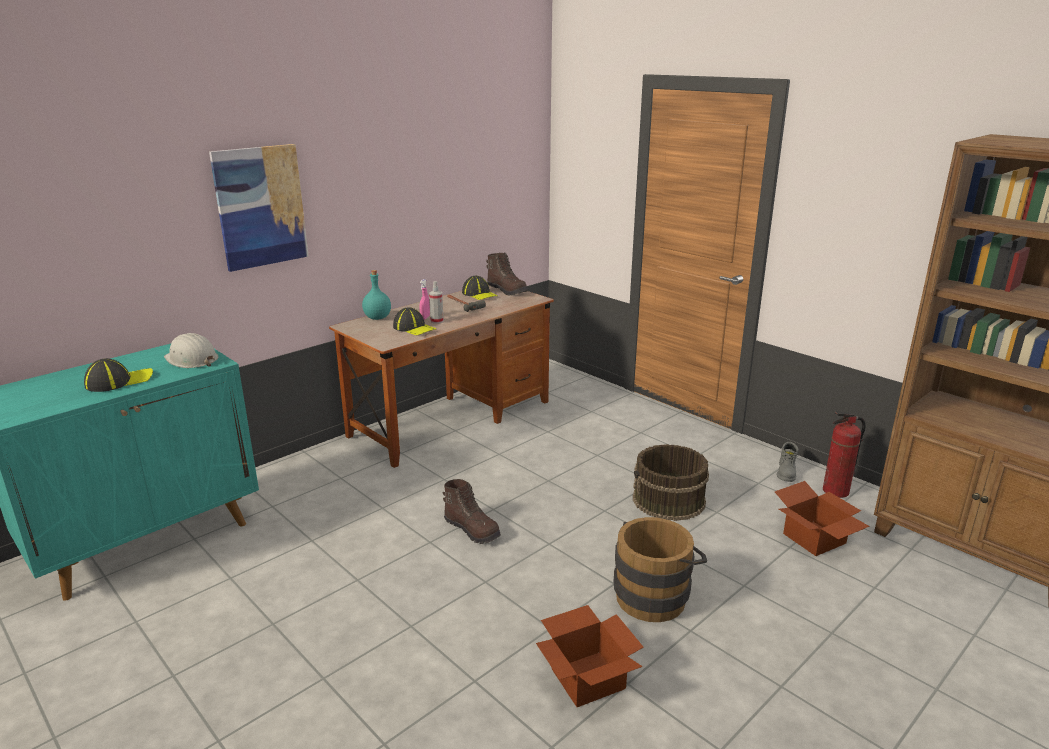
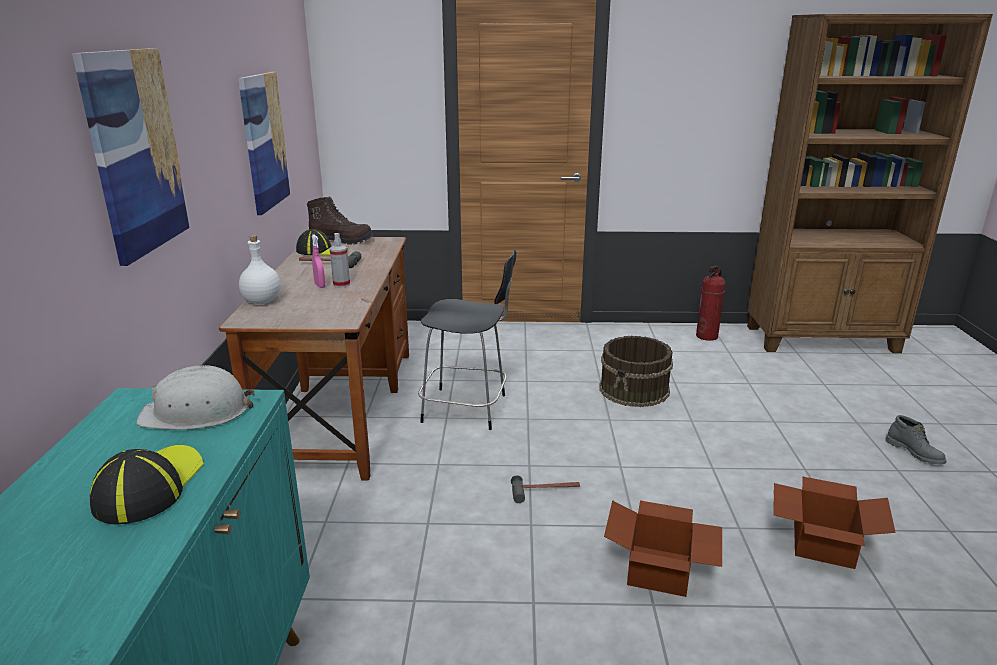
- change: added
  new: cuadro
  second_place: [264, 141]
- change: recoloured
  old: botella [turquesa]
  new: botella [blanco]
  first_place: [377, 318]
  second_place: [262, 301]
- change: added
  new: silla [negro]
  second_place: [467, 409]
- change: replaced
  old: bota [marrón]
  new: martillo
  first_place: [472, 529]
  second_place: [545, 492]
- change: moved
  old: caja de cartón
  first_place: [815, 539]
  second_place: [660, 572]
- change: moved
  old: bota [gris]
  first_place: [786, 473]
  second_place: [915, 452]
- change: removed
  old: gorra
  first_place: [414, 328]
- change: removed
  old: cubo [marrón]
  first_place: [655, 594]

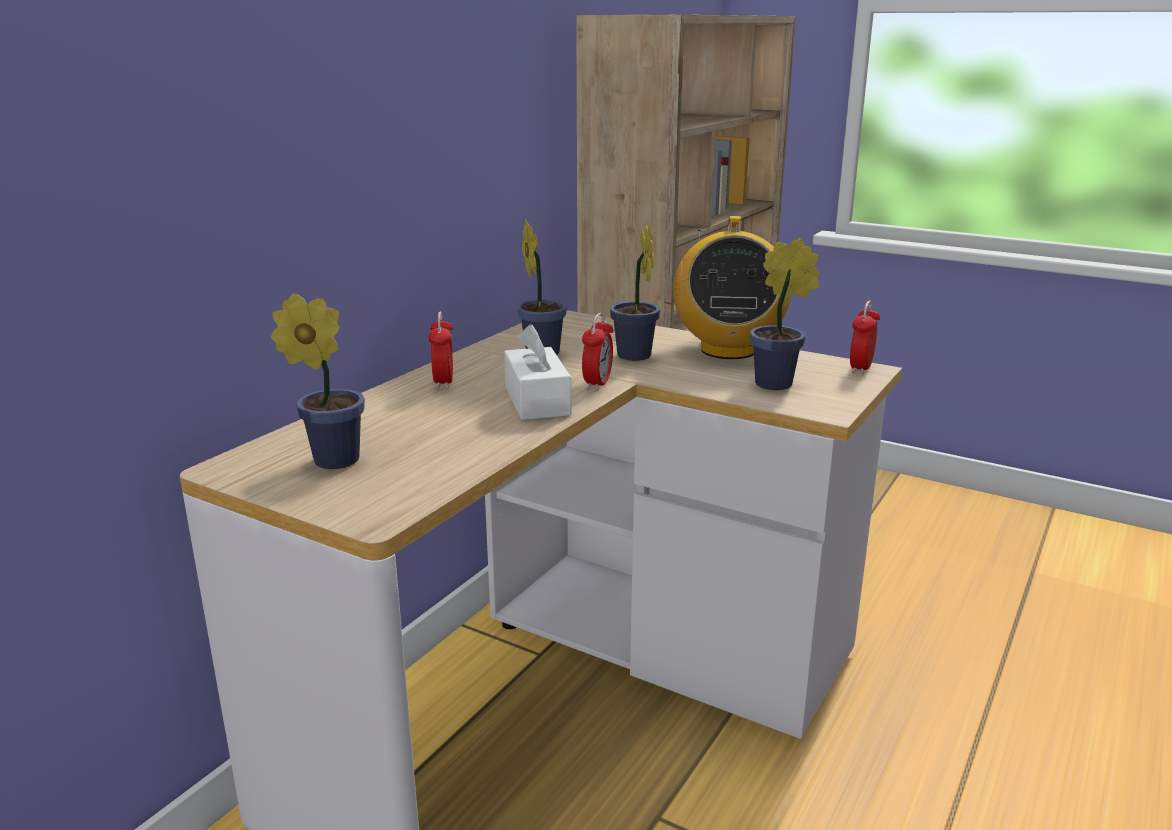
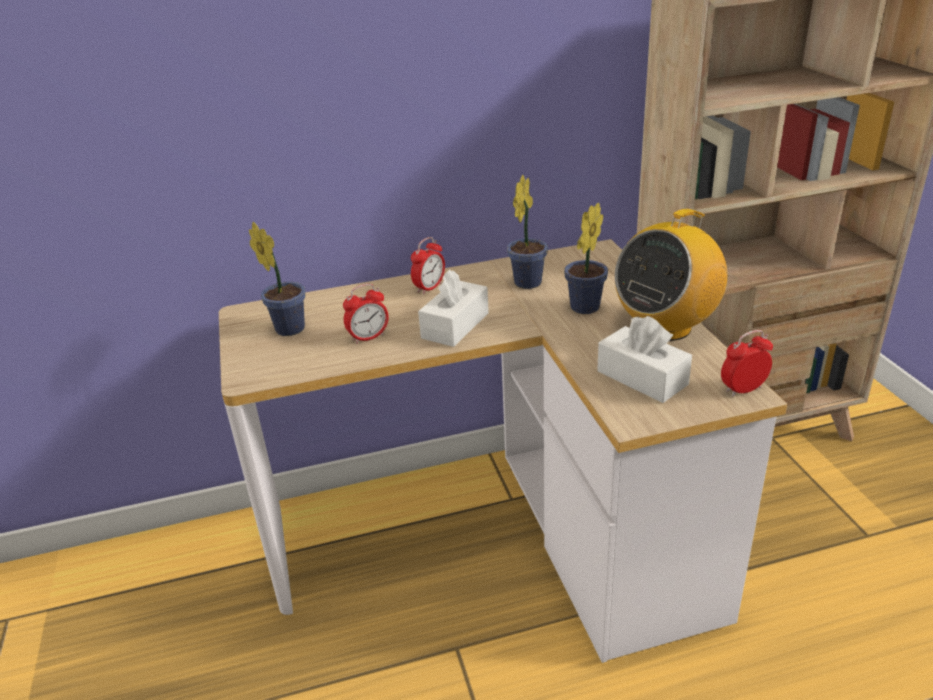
- change: moved
  old: despertador
  first_place: [597, 384]
  second_place: [368, 337]
- change: replaced
  old: planta en maceta
  new: caja de pañuelos [blanco]
  first_place: [779, 384]
  second_place: [642, 378]

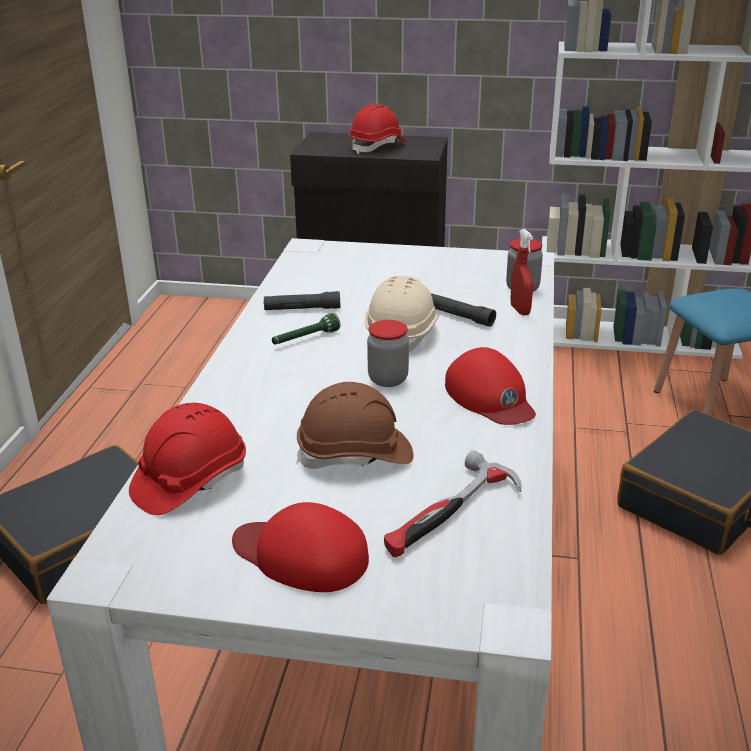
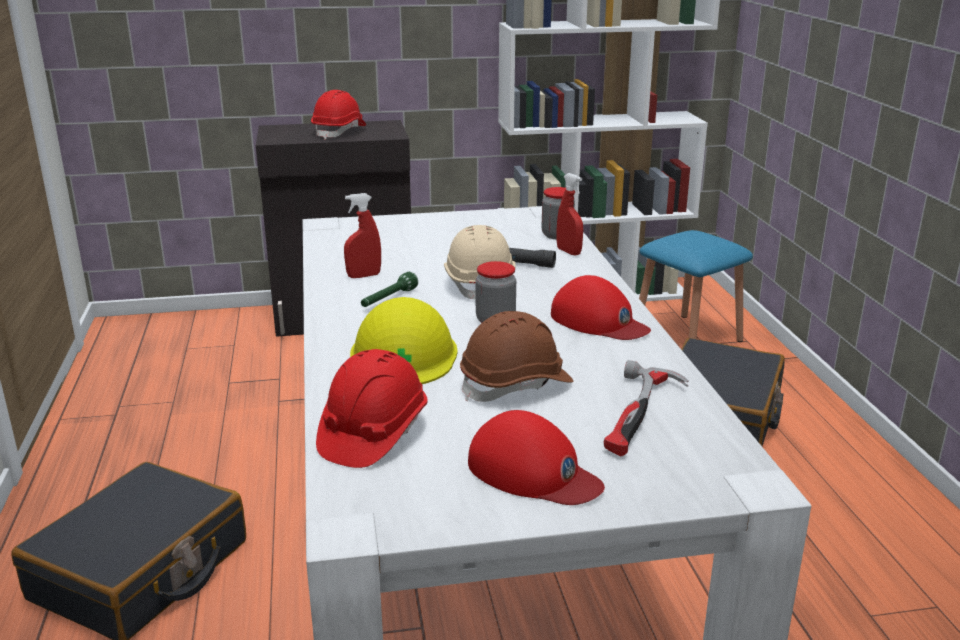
- change: replaced
  old: linterna [negro]
  new: pulverizador [rojo]
  first_place: [302, 309]
  second_place: [364, 276]
- change: added
  new: casco [amarillo]
  second_place: [404, 354]
- change: turned
  old: gorra [rojo]
  first_place: [301, 555]
  second_place: [533, 472]
  degrees: -150

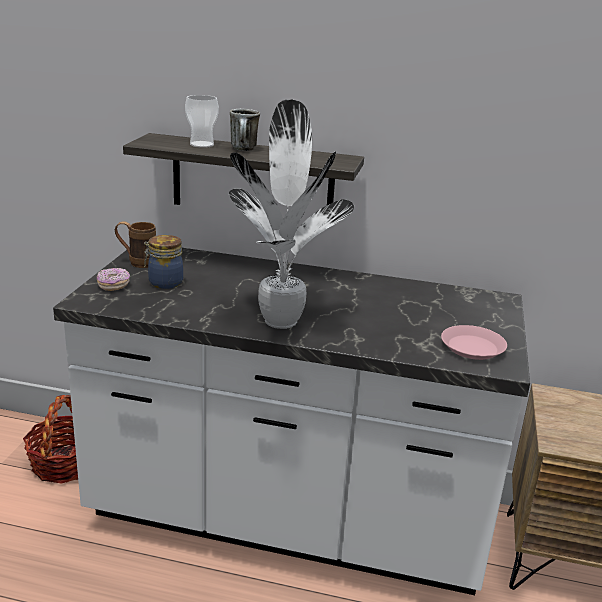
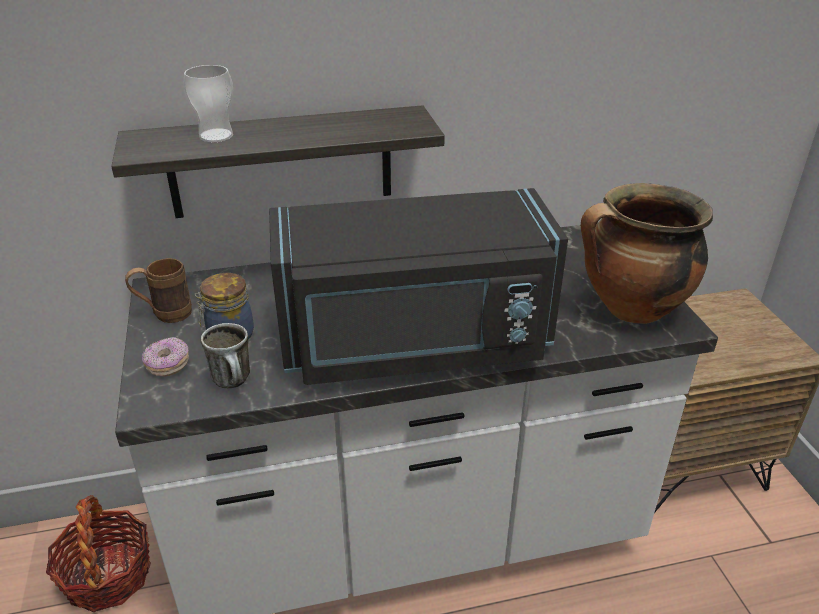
- change: moved
  old: taza grande
  first_place: [244, 150]
  second_place: [235, 383]
- change: replaced
  old: planta en maceta
  new: microondas [negro]
  first_place: [281, 319]
  second_place: [415, 344]
- change: replaced
  old: plato [rosa]
  new: olla
  first_place: [472, 348]
  second_place: [631, 310]

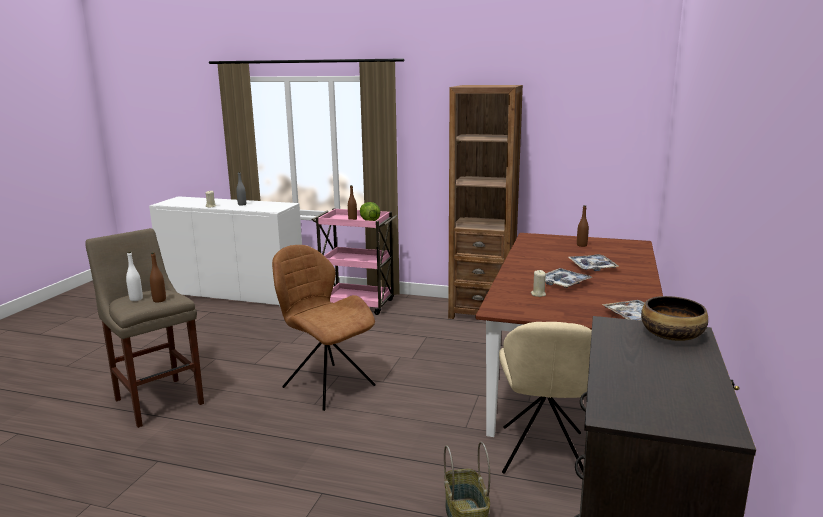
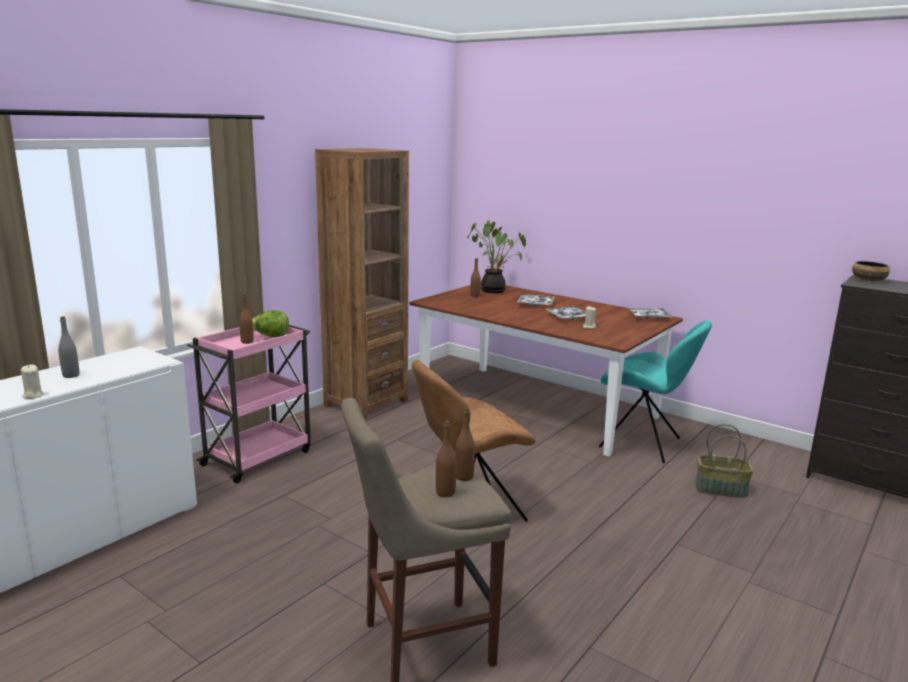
- change: recoloured
  old: botella [blanco]
  new: botella [marrón]
  first_place: [136, 299]
  second_place: [445, 493]
- change: added
  new: planta en maceta
  second_place: [494, 290]
- change: recoloured
  old: silla [beis]
  new: silla [turquesa]
  first_place: [543, 455]
  second_place: [643, 444]

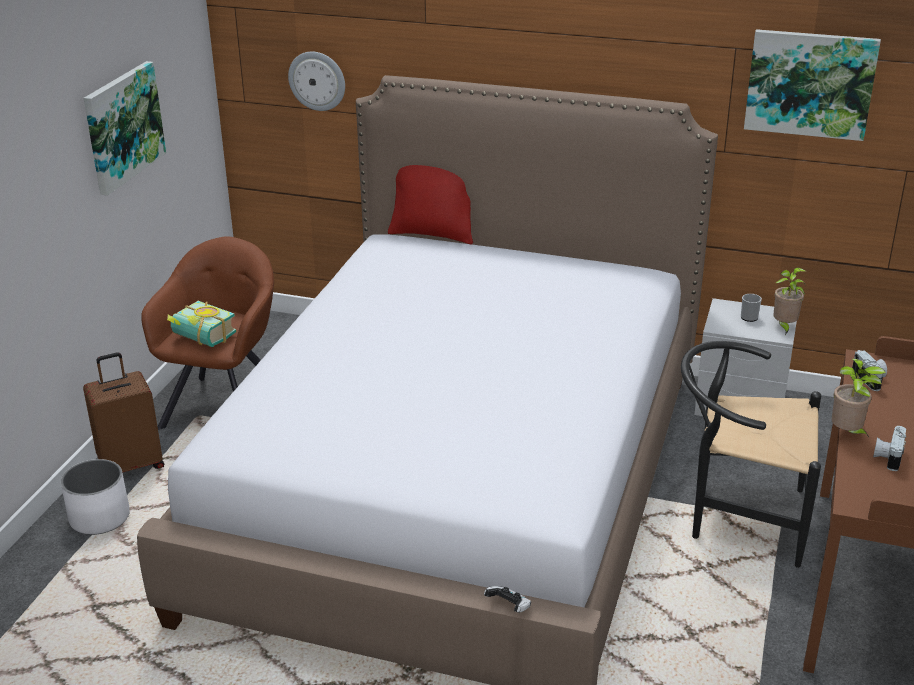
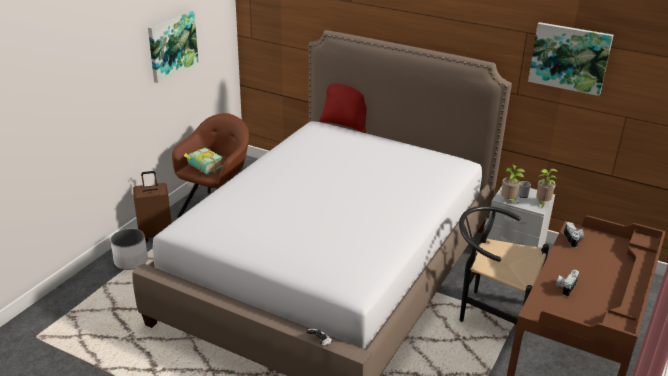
- change: moved
  old: planta en maceta
  first_place: [848, 434]
  second_place: [509, 201]
- change: removed
  old: reloj de pared
  first_place: [317, 80]

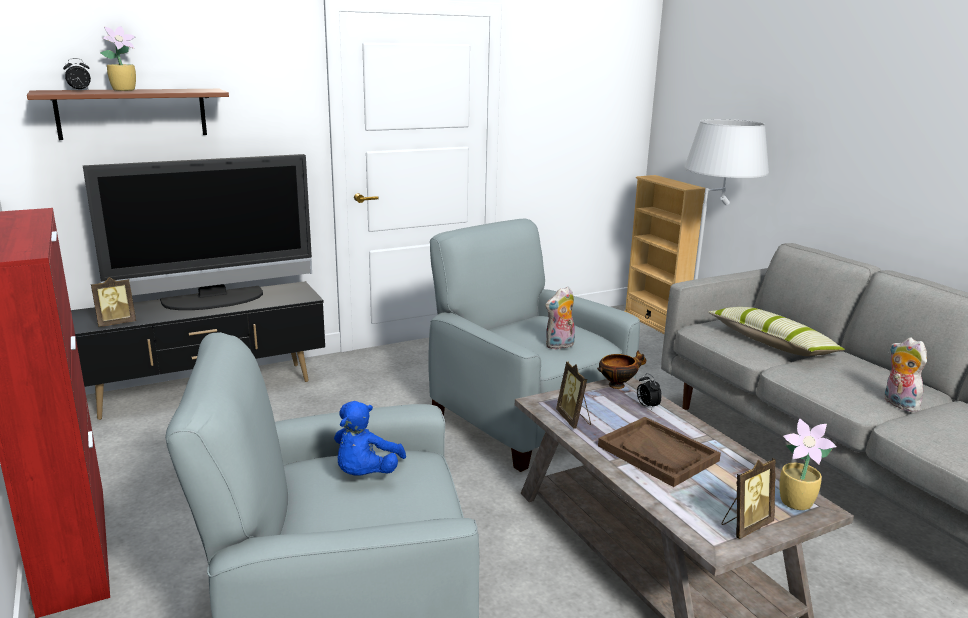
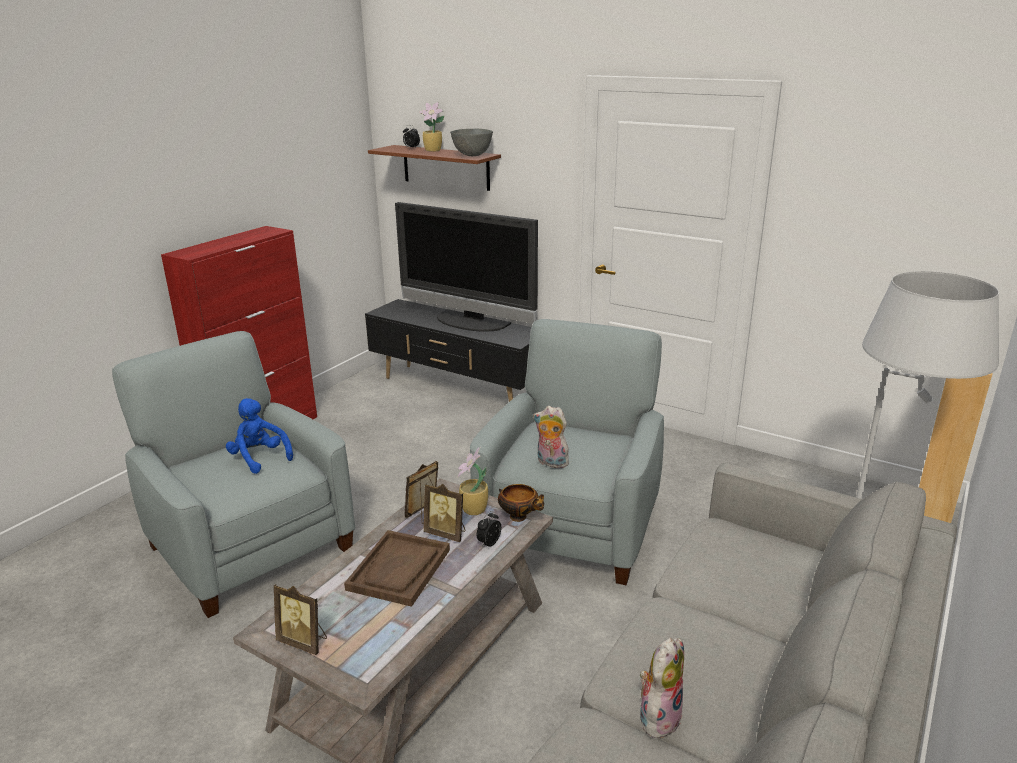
- change: turned
  old: peluche [azul]
  first_place: [365, 474]
  second_place: [259, 458]
  degrees: 60
- change: moved
  old: portarretratos
  first_place: [116, 323]
  second_place: [446, 533]
- change: added
  new: cuenco [gris]
  second_place: [472, 155]
- change: moved
  old: planta en maceta
  first_place: [797, 503]
  second_place: [473, 510]
- change: removed
  old: cojín
  first_place: [771, 343]

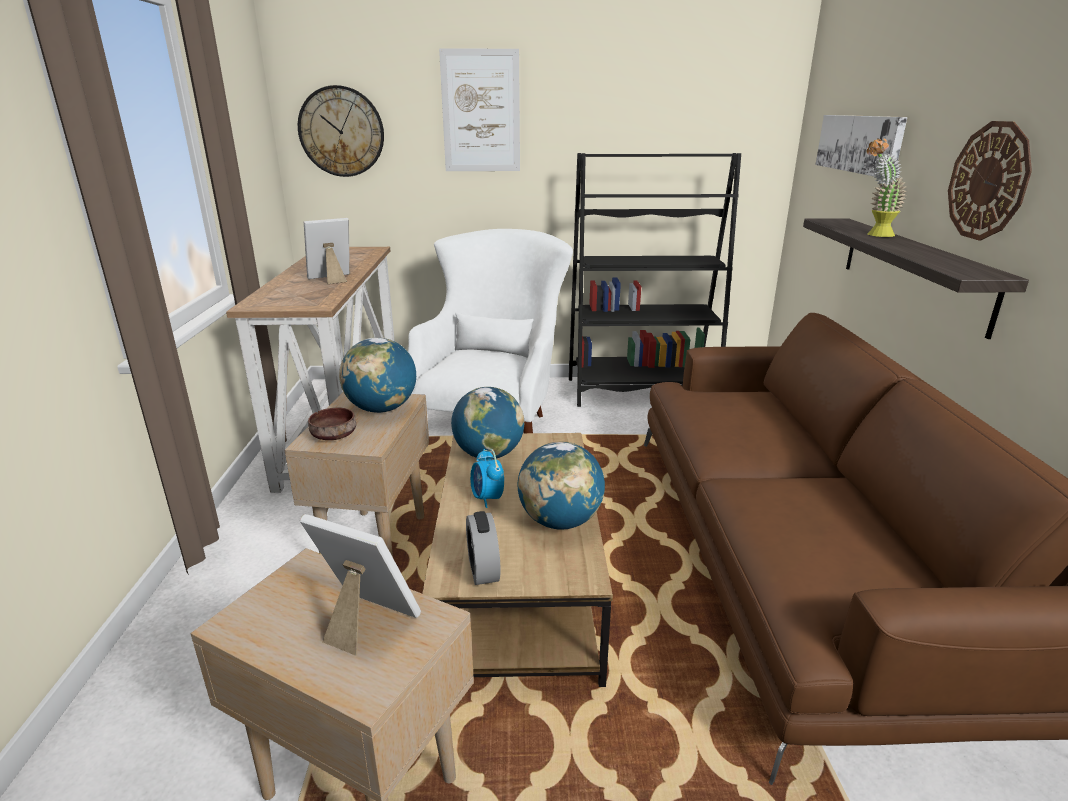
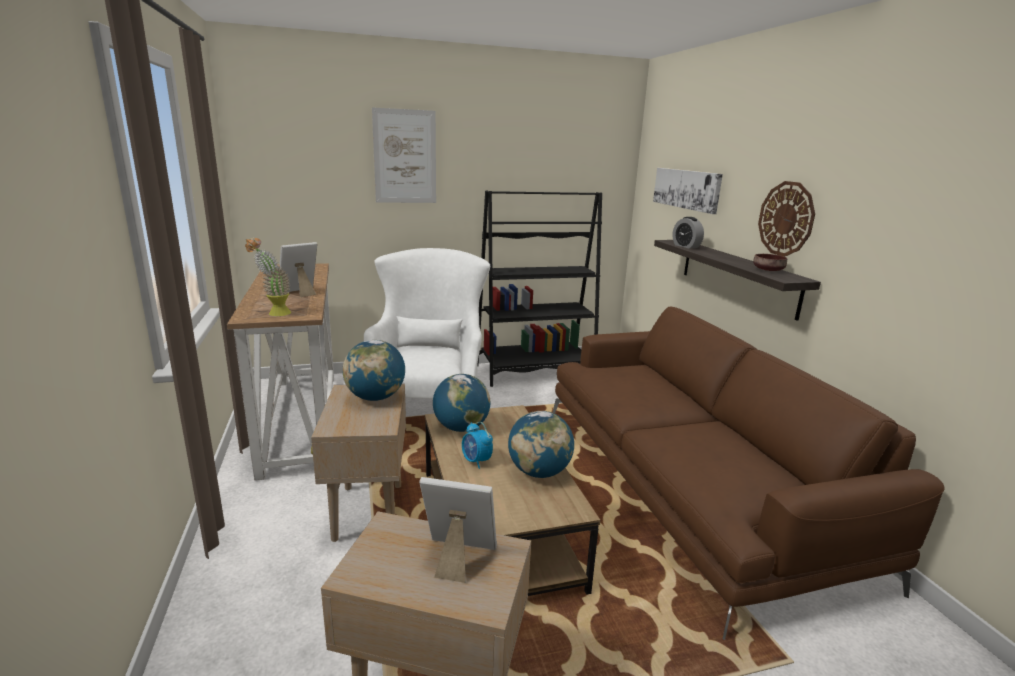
- change: moved
  old: planta en maceta
  first_place: [874, 235]
  second_place: [273, 313]
- change: moved
  old: despertador
  first_place: [483, 569]
  second_place: [686, 246]
- change: moved
  old: cuenco [marrón]
  first_place: [334, 436]
  second_place: [769, 270]
- change: removed
  old: reloj de pared
  first_place: [341, 132]

